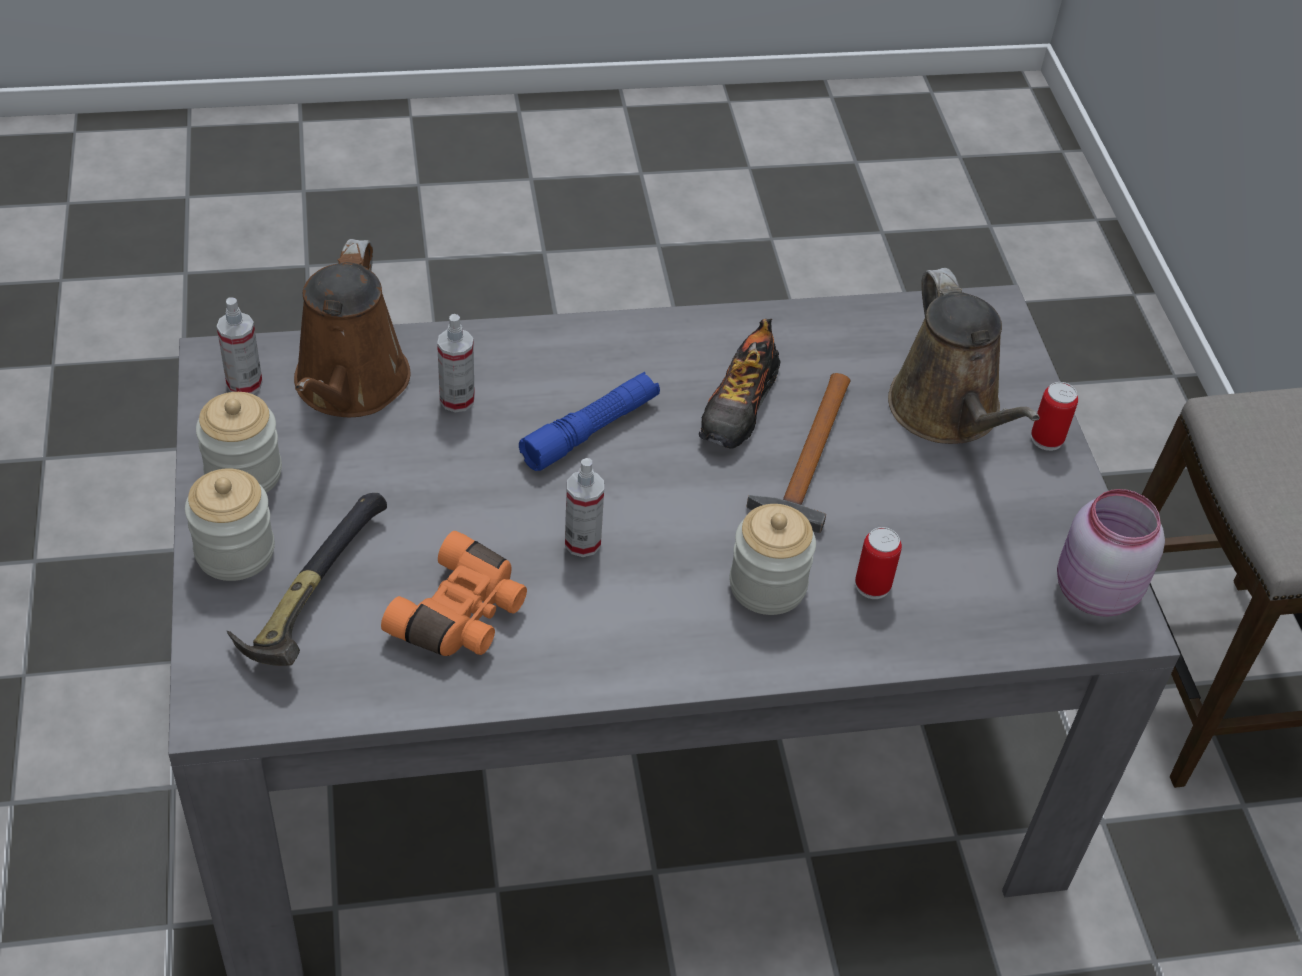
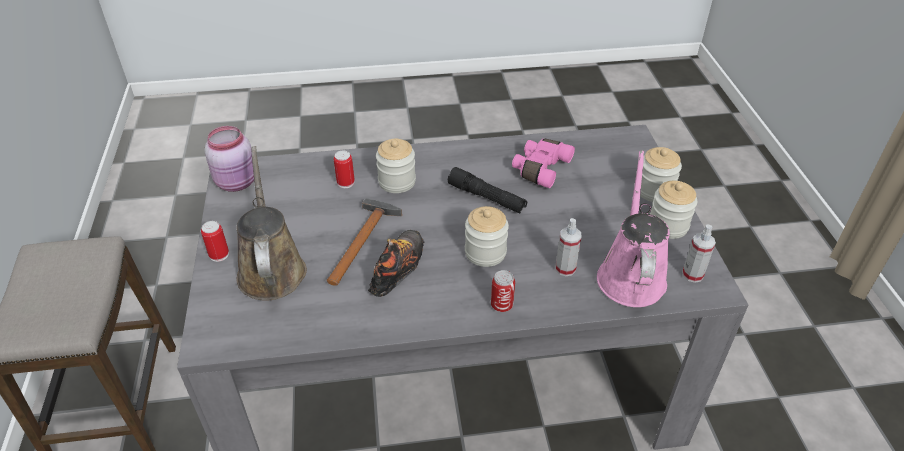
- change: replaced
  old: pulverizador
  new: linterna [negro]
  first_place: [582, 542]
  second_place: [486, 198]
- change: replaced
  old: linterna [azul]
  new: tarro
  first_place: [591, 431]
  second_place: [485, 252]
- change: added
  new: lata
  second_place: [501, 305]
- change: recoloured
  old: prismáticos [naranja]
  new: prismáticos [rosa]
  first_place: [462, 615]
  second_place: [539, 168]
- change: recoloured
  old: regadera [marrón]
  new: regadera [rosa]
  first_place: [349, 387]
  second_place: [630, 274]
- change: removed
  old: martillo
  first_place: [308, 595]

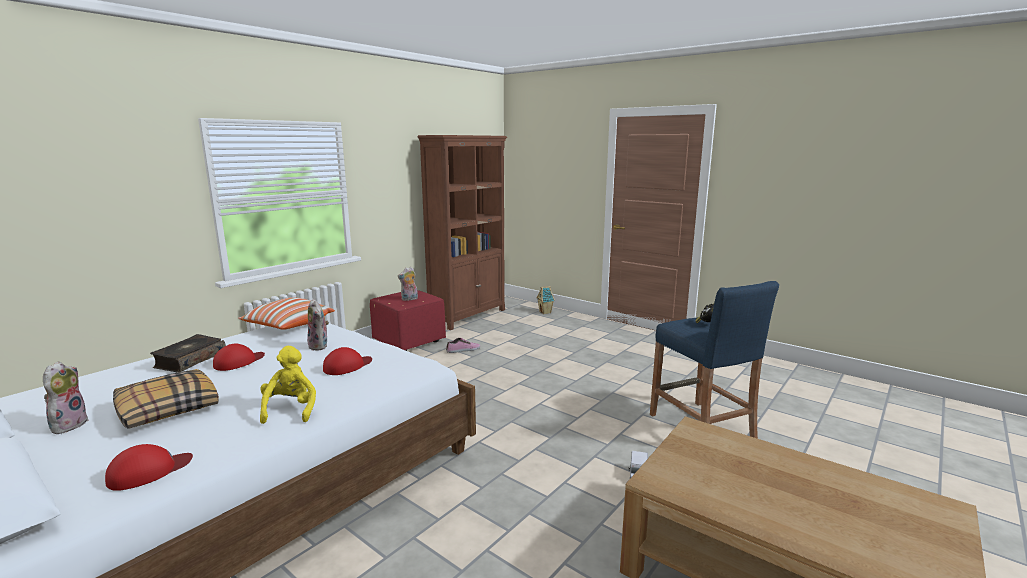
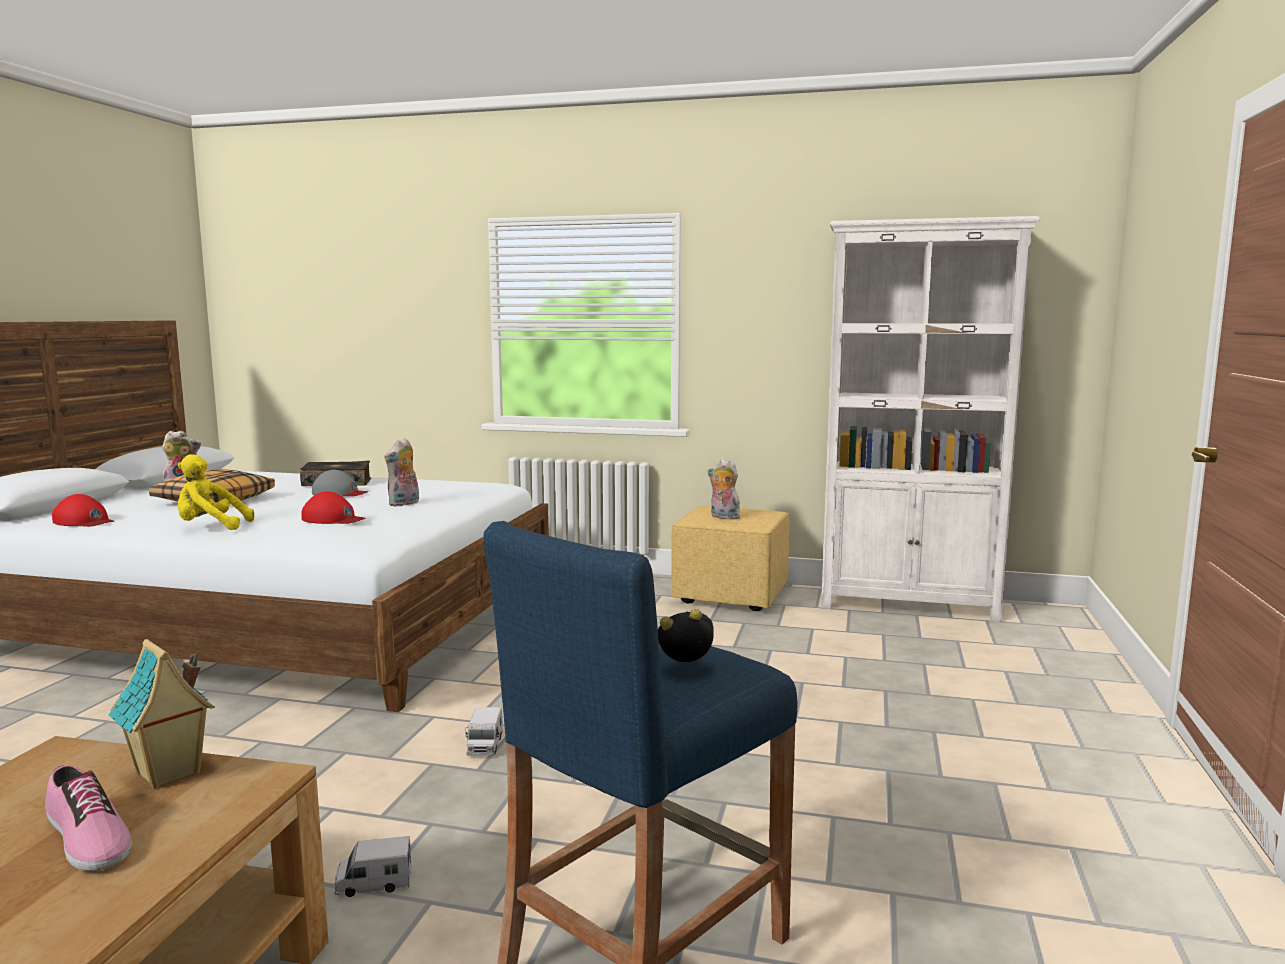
- change: moved
  old: zapato
  first_place: [463, 350]
  second_place: [85, 838]
- change: moved
  old: casita
  first_place: [545, 312]
  second_place: [168, 774]
- change: turned
  old: peluche [amarillo]
  first_place: [290, 409]
  second_place: [210, 527]
  degrees: -150
- change: recoloured
  old: gorra [rojo]
  new: gorra [gris]
  first_place: [239, 362]
  second_place: [339, 493]
- change: added
  new: camión de juguete
  second_place: [485, 745]
- change: recoloured
  old: puf [rojo]
  new: puf [amarillo]
  first_place: [408, 341]
  second_place: [732, 596]
- change: recoloured
  old: estantería [marrón]
  new: estantería [blanco]
  first_place: [468, 316]
  second_place: [909, 604]
- change: removed
  old: cojín
  first_place: [288, 326]

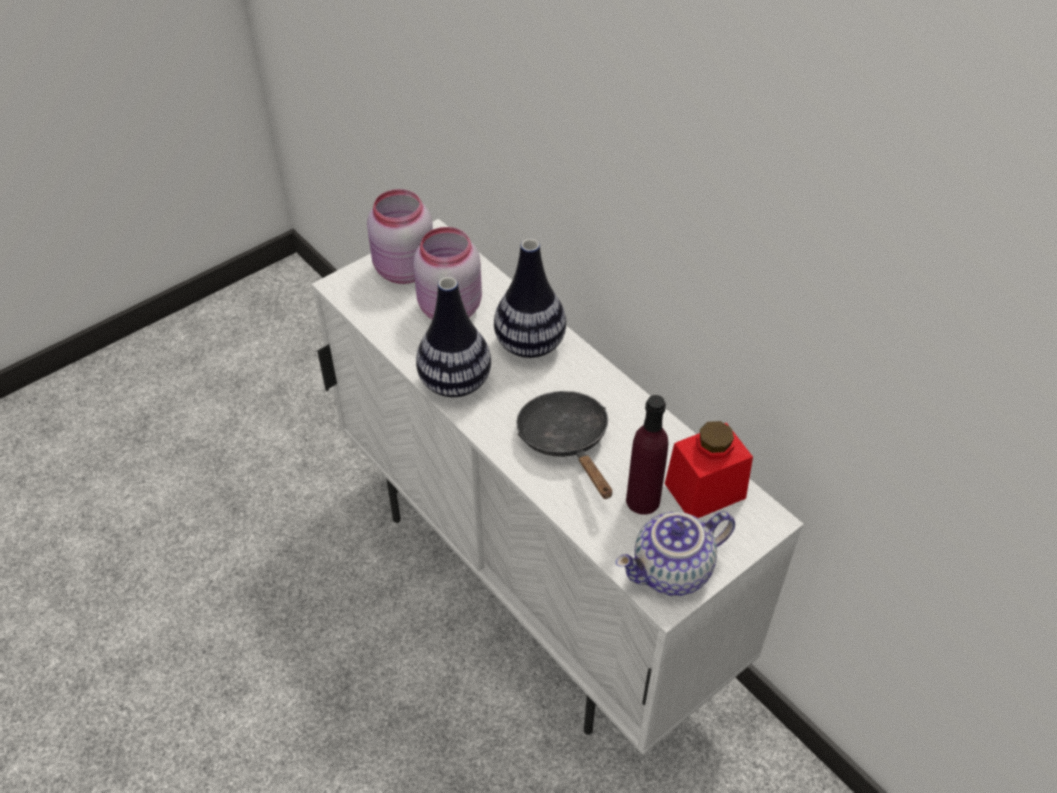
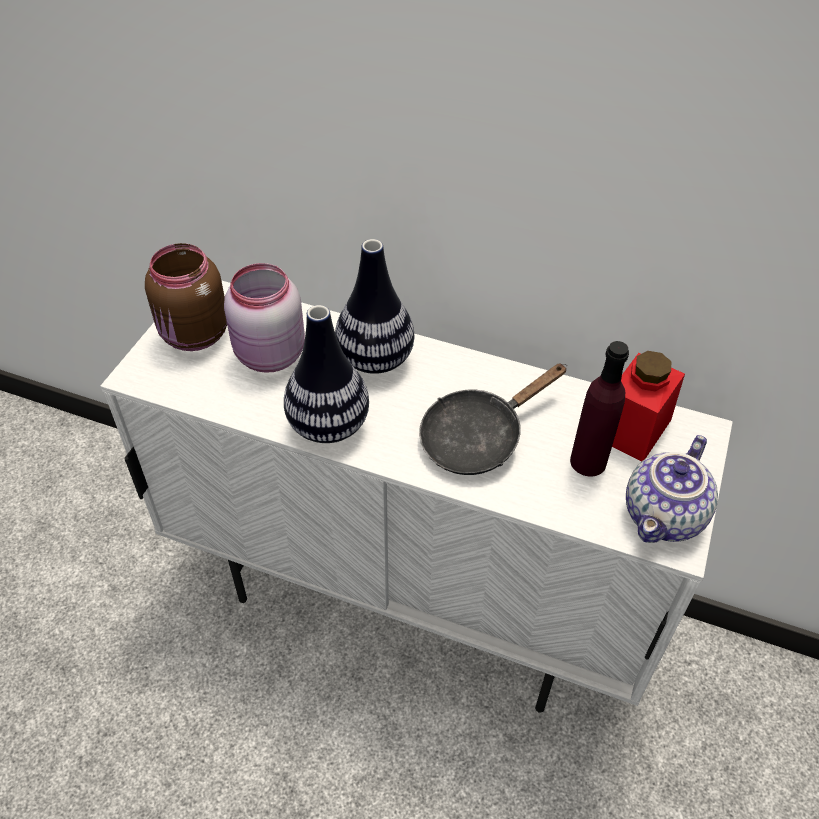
- change: recoloured
  old: tarro [rosa]
  new: tarro [marrón]
  first_place: [403, 270]
  second_place: [194, 336]
- change: turned
  old: sartén [negro]
  first_place: [566, 441]
  second_place: [478, 437]
  degrees: -75

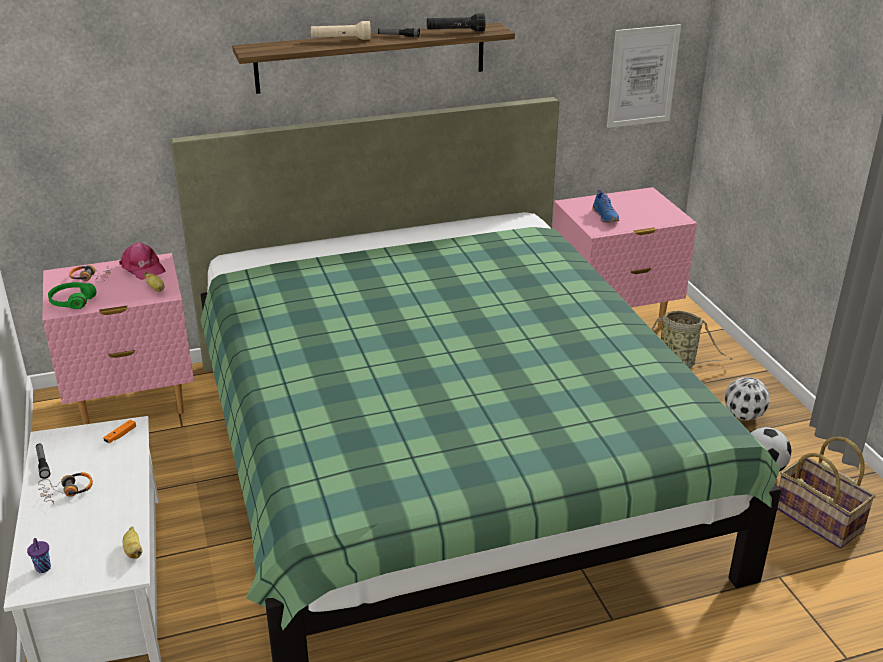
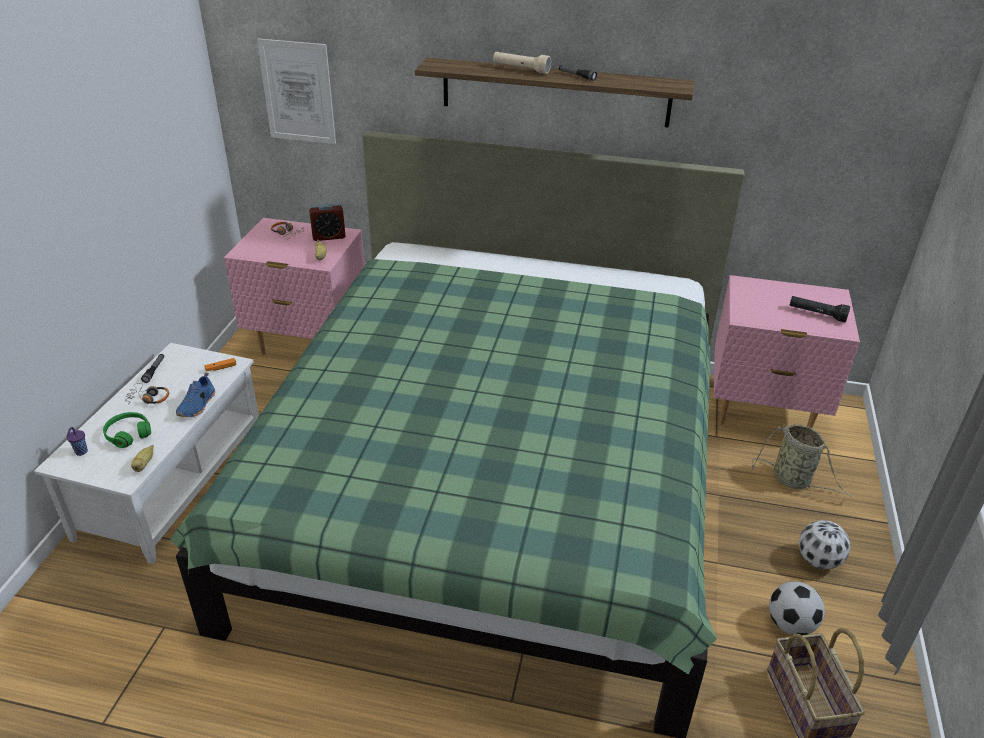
- change: moved
  old: auriculares [verde]
  first_place: [72, 301]
  second_place: [128, 434]
- change: moved
  old: zapato [azul]
  first_place: [606, 216]
  second_place: [198, 405]
- change: moved
  old: cuadro
  first_place: [642, 76]
  second_place: [298, 92]
- change: replaced
  old: gorra [rosa]
  new: despertador
  first_place: [143, 268]
  second_place: [328, 236]
- change: moved
  old: linterna [negro]
  first_place: [455, 31]
  second_place: [817, 314]

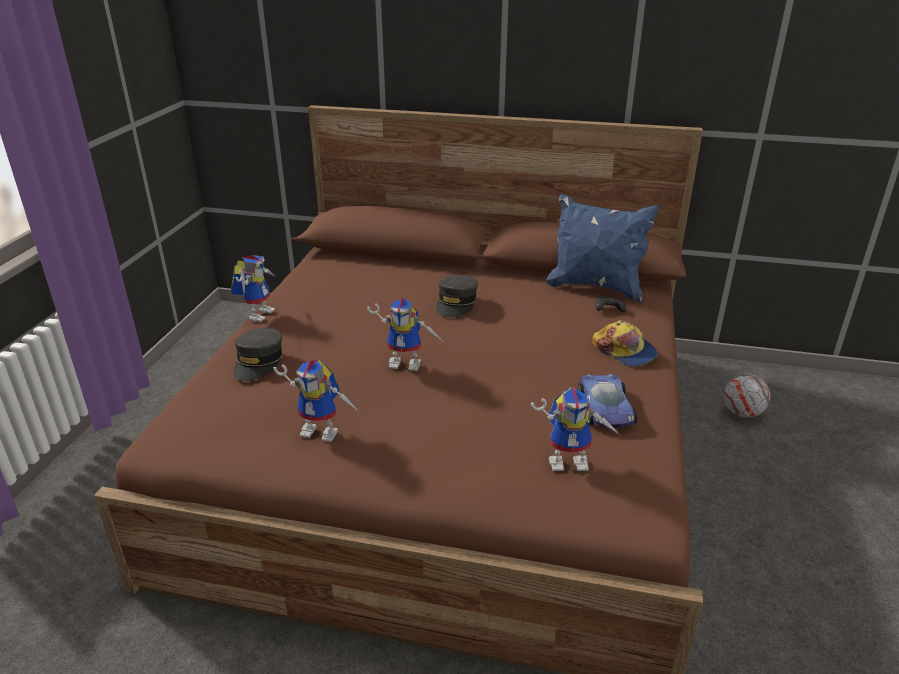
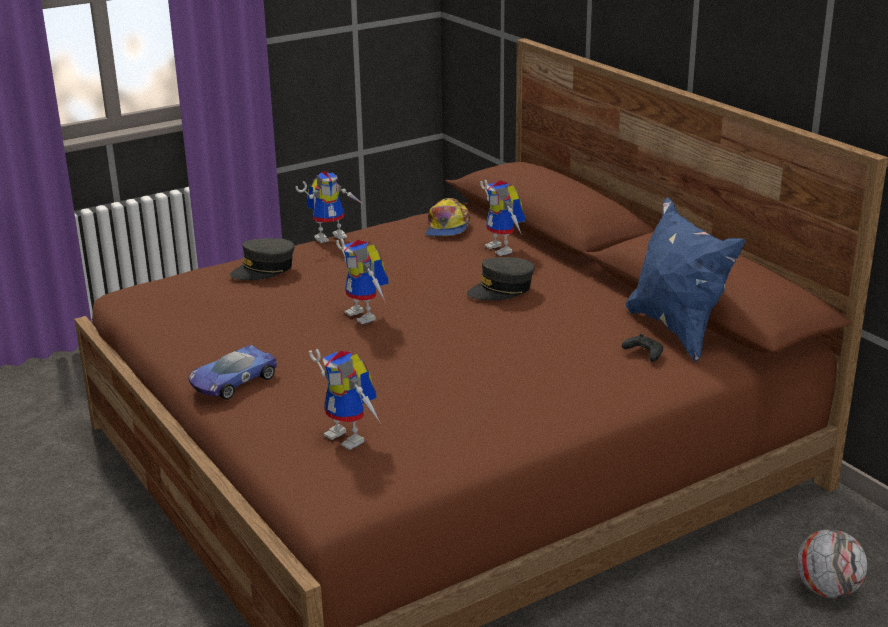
- change: moved
  old: coche de juguete
  first_place: [605, 409]
  second_place: [232, 381]
- change: moved
  old: gorra
  first_place: [625, 351]
  second_place: [447, 228]
- change: moved
  old: robot de juguete
  first_place: [324, 430]
  second_place: [504, 249]

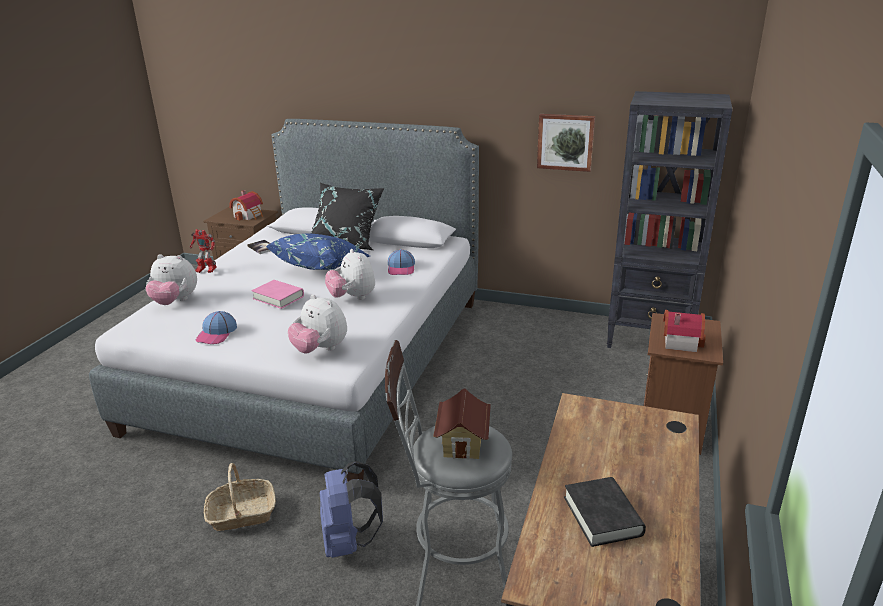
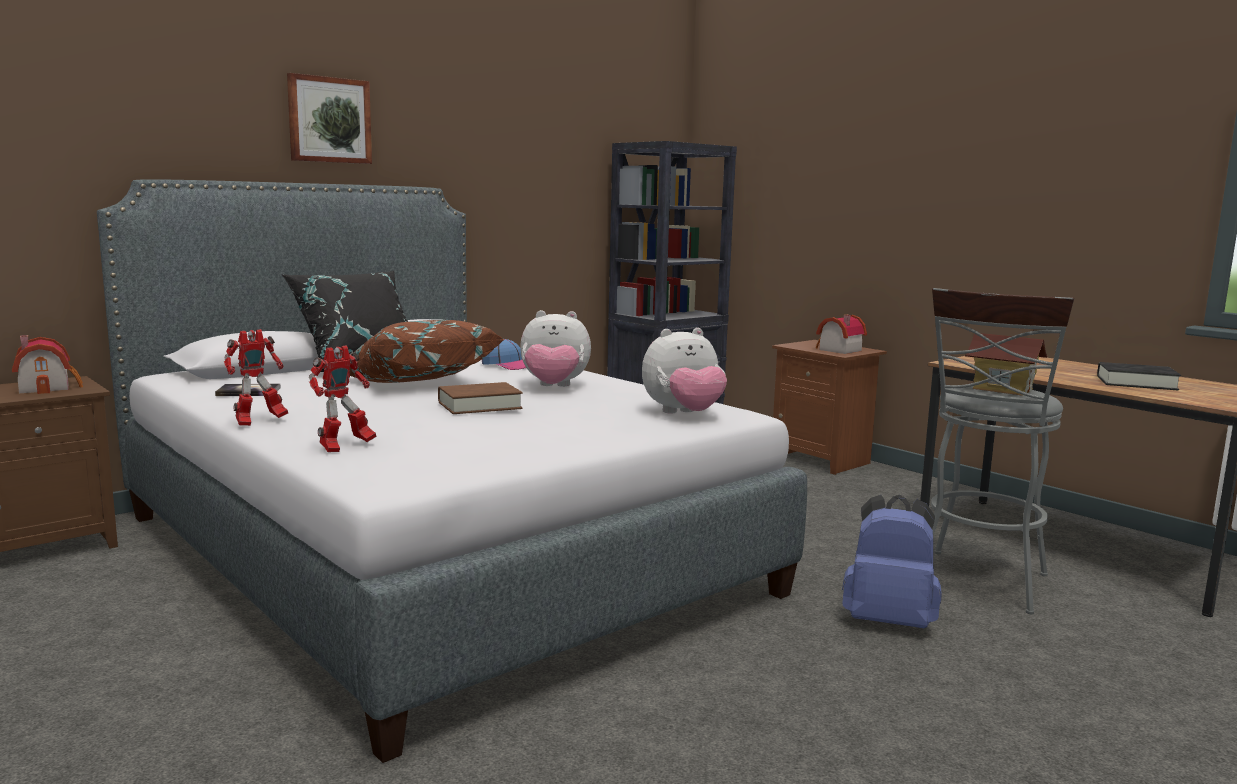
- change: moved
  old: cuadro
  first_place: [565, 142]
  second_place: [329, 120]
- change: replaced
  old: peluche
  new: robot de juguete
  first_place: [175, 302]
  second_place: [344, 447]
- change: recoloured
  old: cojín [azul]
  new: cojín [marrón]
  first_place: [322, 267]
  second_place: [417, 383]
- change: recoloured
  old: libro [rosa]
  new: libro [marrón]
  first_place: [278, 297]
  second_place: [479, 405]
- change: removed
  old: gorra
  first_place: [217, 334]
- change: removed
  old: cesta
  first_place: [242, 514]

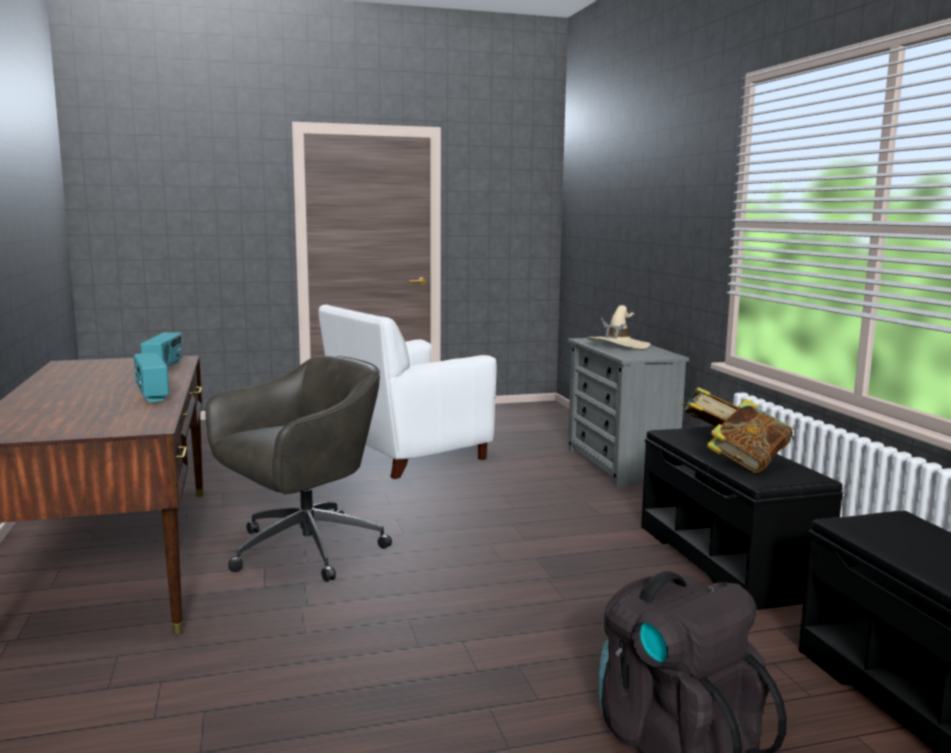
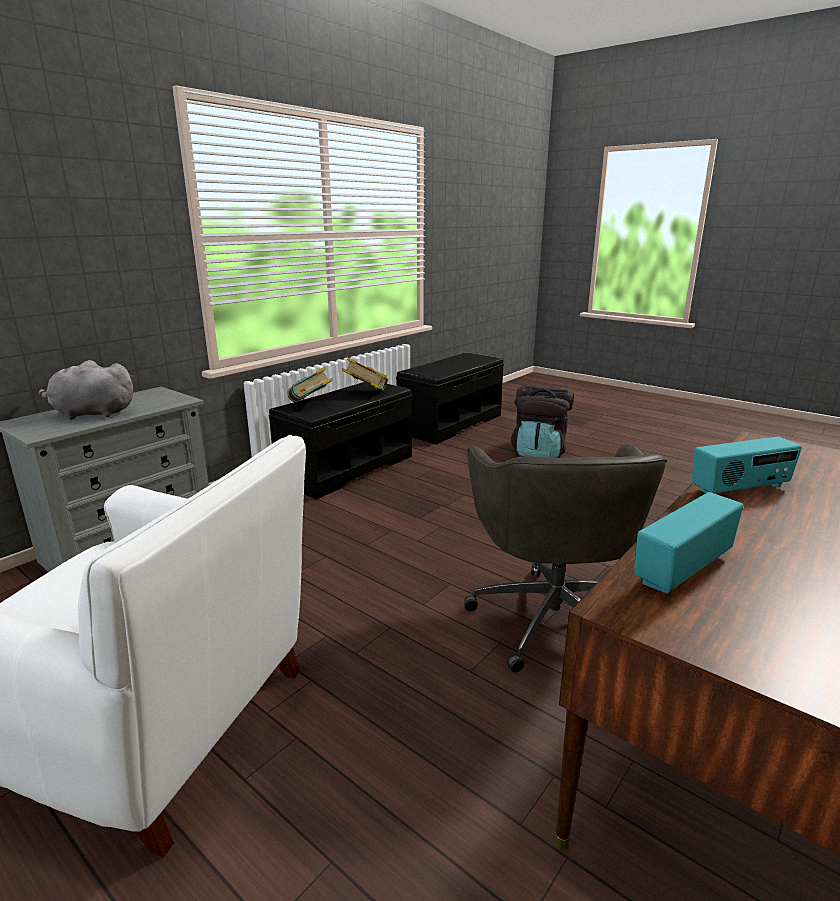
- change: replaced
  old: sombrero [beis]
  new: peluche [gris]
  first_place: [618, 345]
  second_place: [91, 414]
- change: turned
  old: silla de oficina [gris]
  first_place: [302, 550]
  second_place: [551, 617]
  degrees: -105
- change: turned
  old: radio
  first_place: [151, 395]
  second_place: [740, 489]
  degrees: 45

